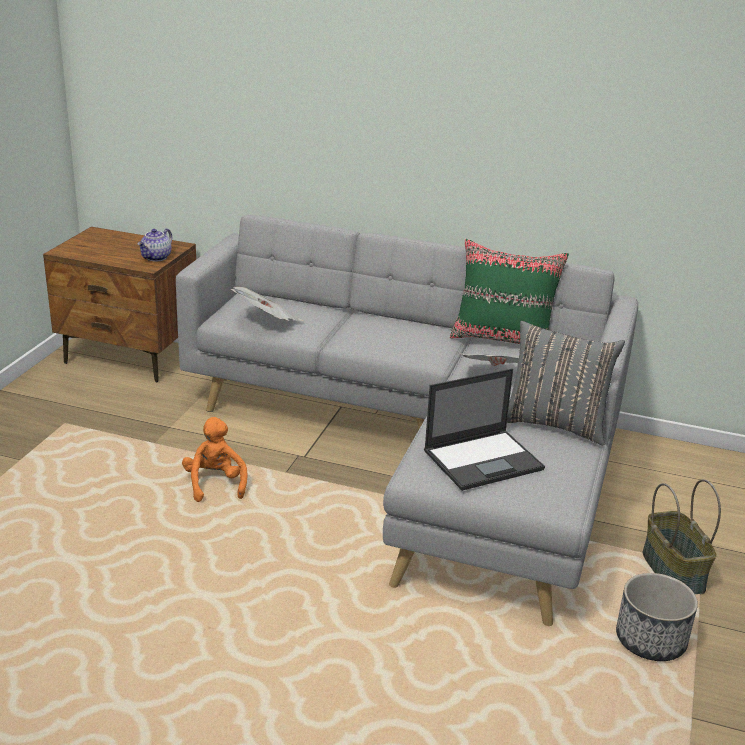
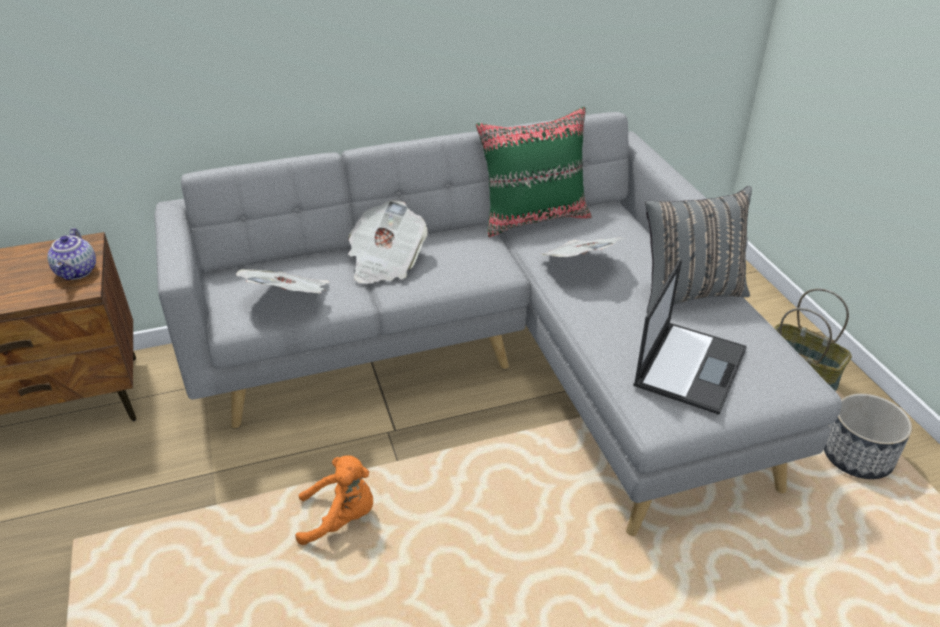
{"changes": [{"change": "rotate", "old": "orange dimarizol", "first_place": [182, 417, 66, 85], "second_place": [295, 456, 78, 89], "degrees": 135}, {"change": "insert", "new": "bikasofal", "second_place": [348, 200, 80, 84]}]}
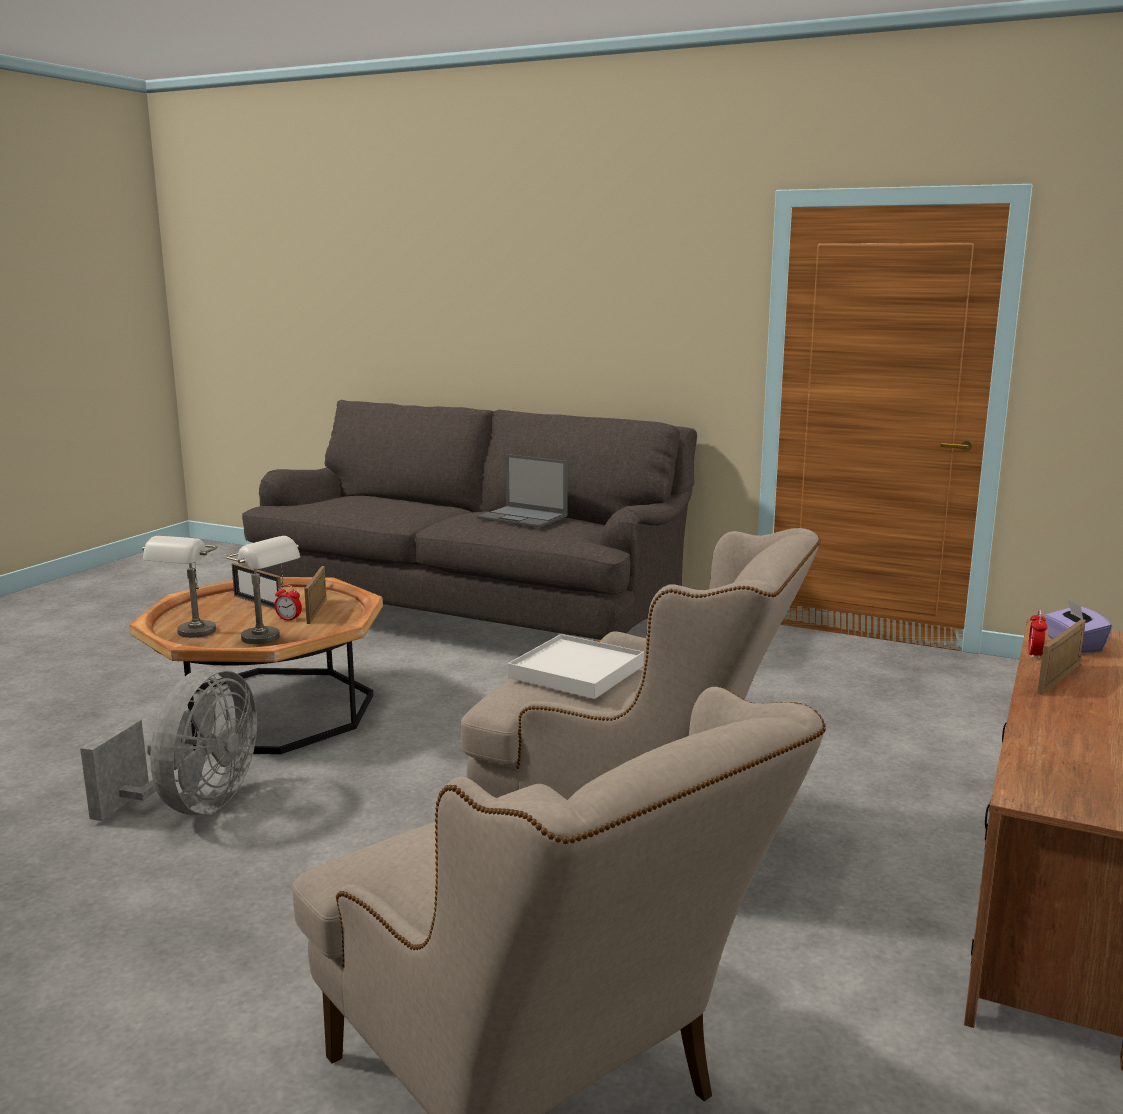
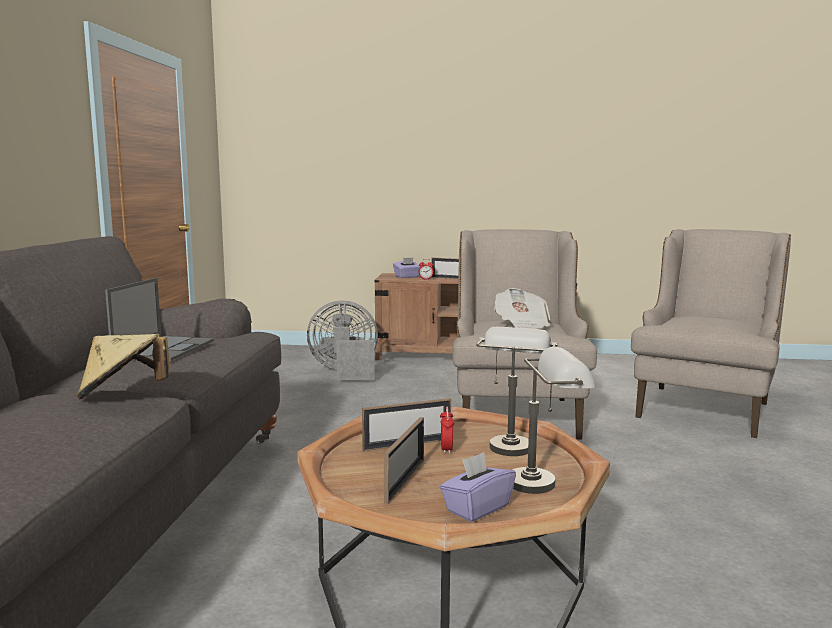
{"changes": [{"change": "replace", "old": "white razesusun", "new": "bikasofal", "first_place": [508, 634, 136, 65], "second_place": [494, 288, 56, 41]}, {"change": "move", "old": "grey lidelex", "first_place": [80, 667, 177, 154], "second_place": [307, 300, 71, 80]}, {"change": "insert", "new": "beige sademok", "second_place": [77, 334, 92, 66]}, {"change": "insert", "new": "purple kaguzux", "second_place": [440, 452, 76, 70]}]}
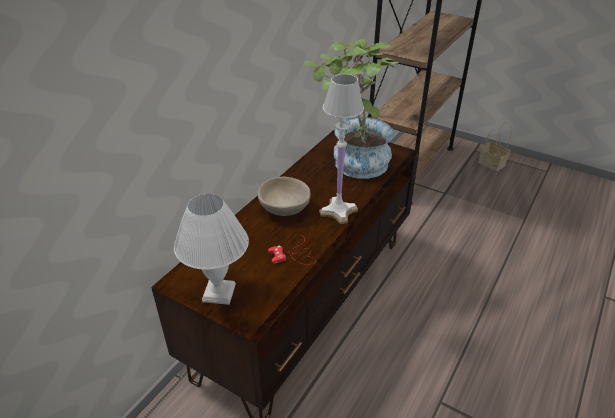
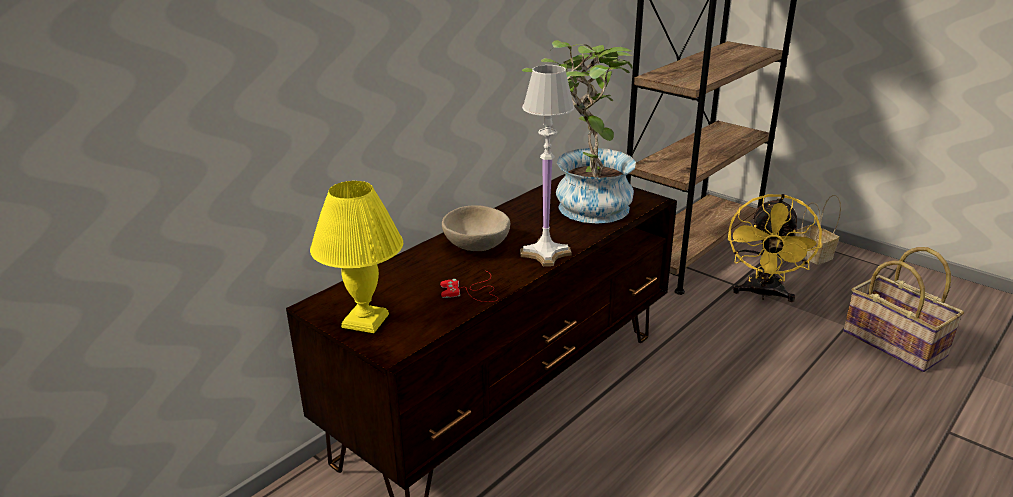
{"changes": [{"change": "recolor", "old": "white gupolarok", "new": "yellow gupolarok", "first_place": [174, 194, 75, 111], "second_place": [310, 181, 93, 152]}, {"change": "insert", "new": "yellow lidelex", "second_place": [728, 194, 94, 108]}, {"change": "insert", "new": "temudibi", "second_place": [843, 247, 121, 125]}]}
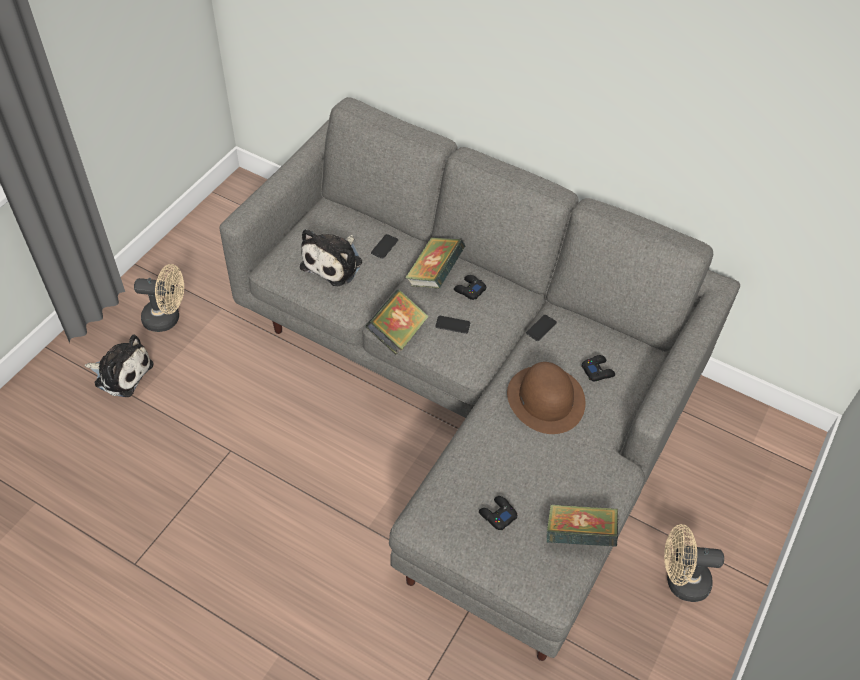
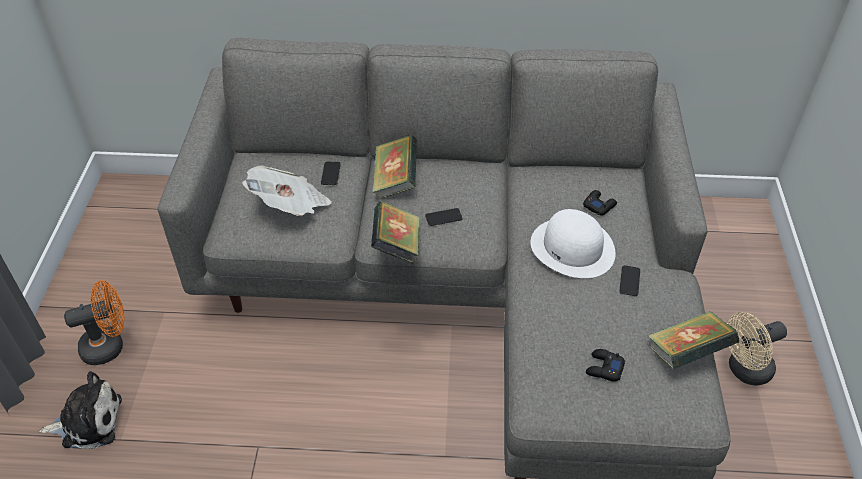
{"changes": [{"change": "replace", "old": "dimarizol", "new": "bikasofal", "first_place": [300, 229, 62, 57], "second_place": [242, 165, 90, 51]}, {"change": "recolor", "old": "beige lidelex", "new": "orange lidelex", "first_place": [134, 264, 50, 68], "second_place": [64, 280, 61, 85]}, {"change": "delete", "old": "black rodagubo", "first_place": [454, 275, 32, 25]}, {"change": "move", "old": "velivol", "first_place": [526, 315, 31, 26], "second_place": [619, 265, 21, 31]}, {"change": "recolor", "old": "brown sademok", "new": "white sademok", "first_place": [507, 362, 78, 72], "second_place": [530, 209, 86, 69]}]}
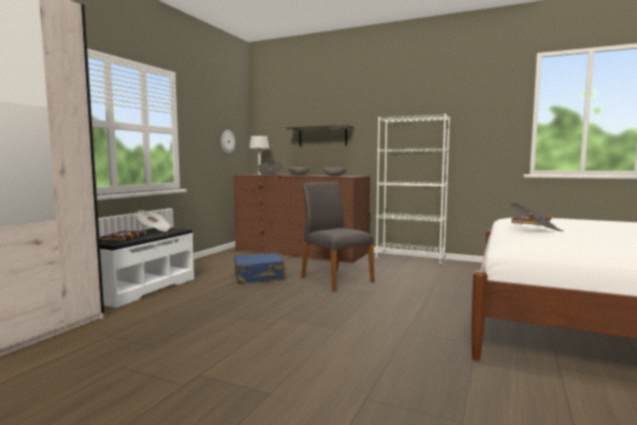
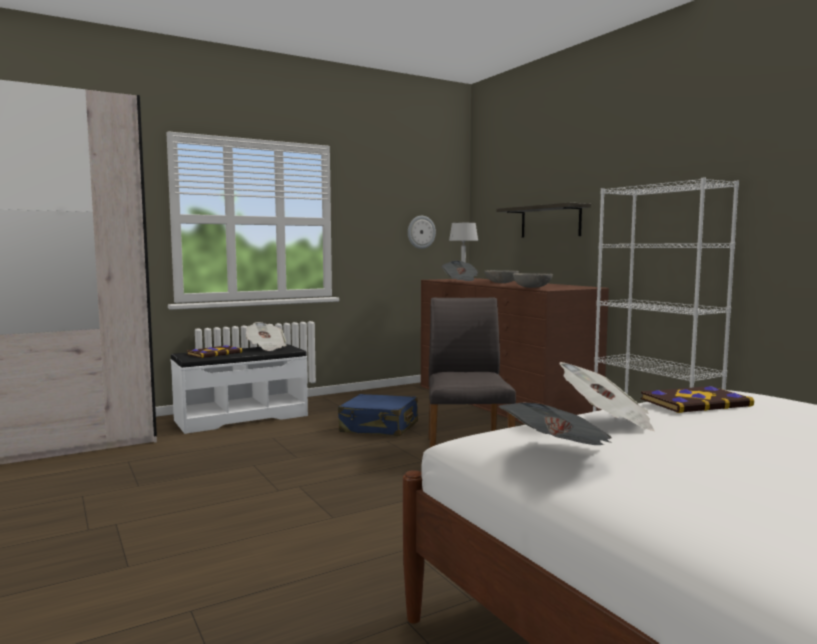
{"changes": [{"change": "insert", "new": "bikasofal", "second_place": [499, 403, 113, 42]}]}
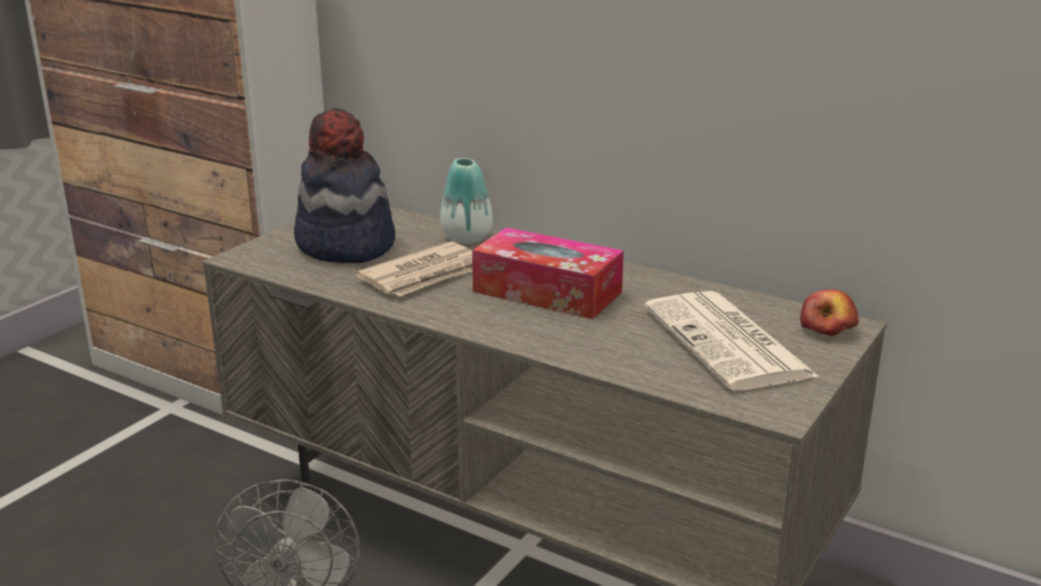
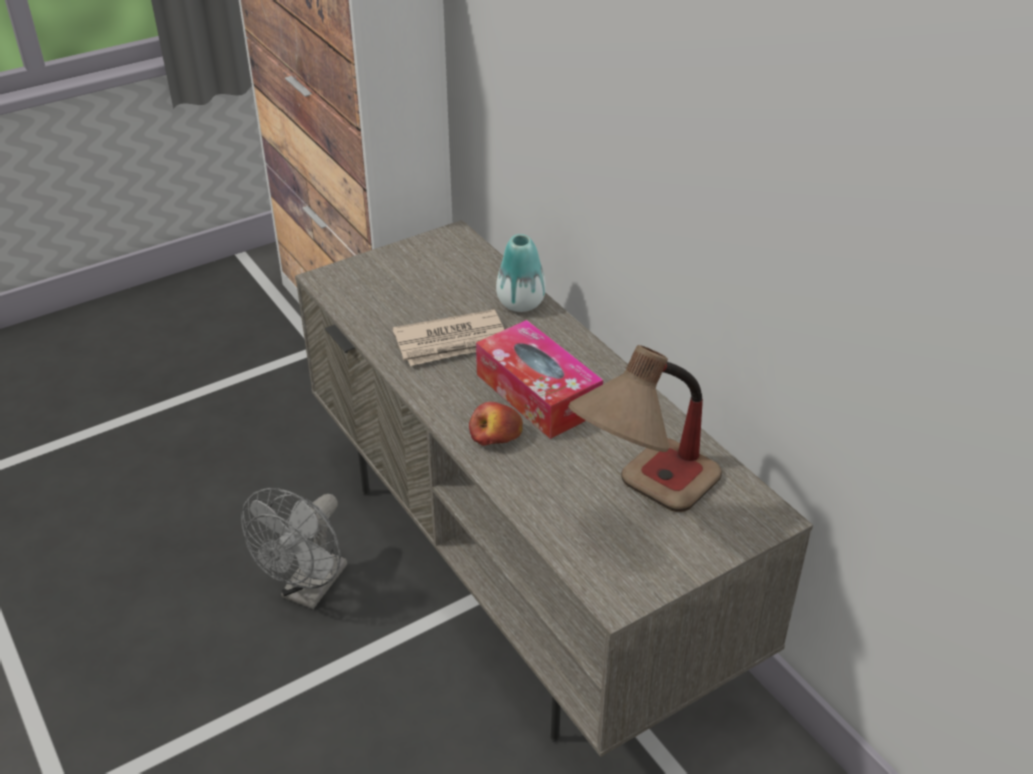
{"changes": [{"change": "delete", "old": "sademok", "first_place": [294, 108, 101, 155]}, {"change": "move", "old": "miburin", "first_place": [800, 290, 59, 46], "second_place": [469, 402, 54, 44]}, {"change": "replace", "old": "bikasofal", "new": "gupolarok", "first_place": [644, 291, 175, 100], "second_place": [568, 345, 154, 167]}]}
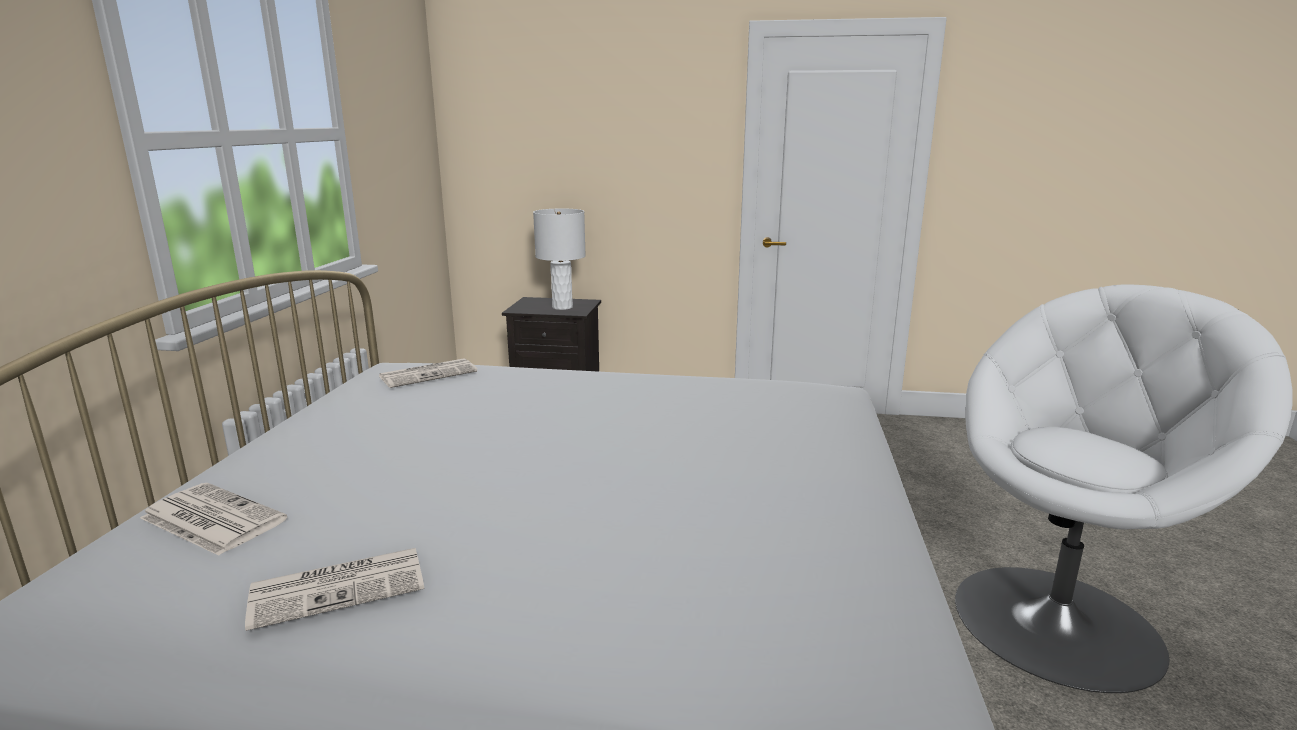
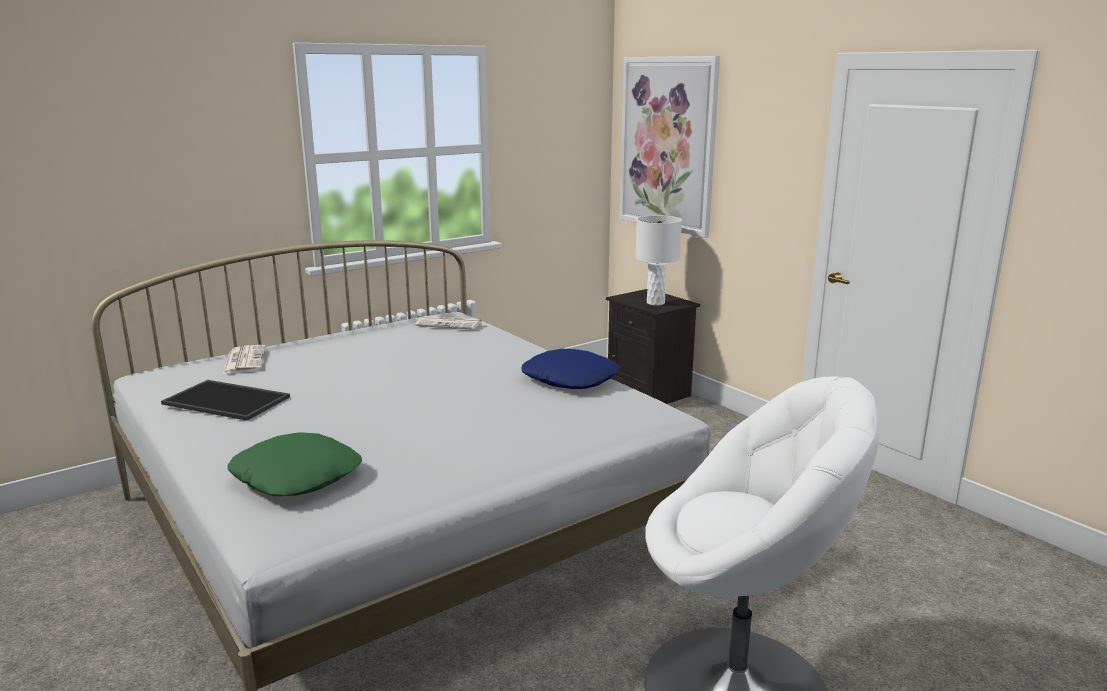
{"changes": [{"change": "replace", "old": "bikasofal", "new": "razesusun", "first_place": [245, 548, 179, 83], "second_place": [161, 380, 129, 41]}, {"change": "insert", "new": "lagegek", "second_place": [619, 56, 101, 182]}, {"change": "insert", "new": "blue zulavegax", "second_place": [521, 349, 99, 40]}, {"change": "insert", "new": "green zulavegax", "second_place": [227, 432, 135, 64]}]}
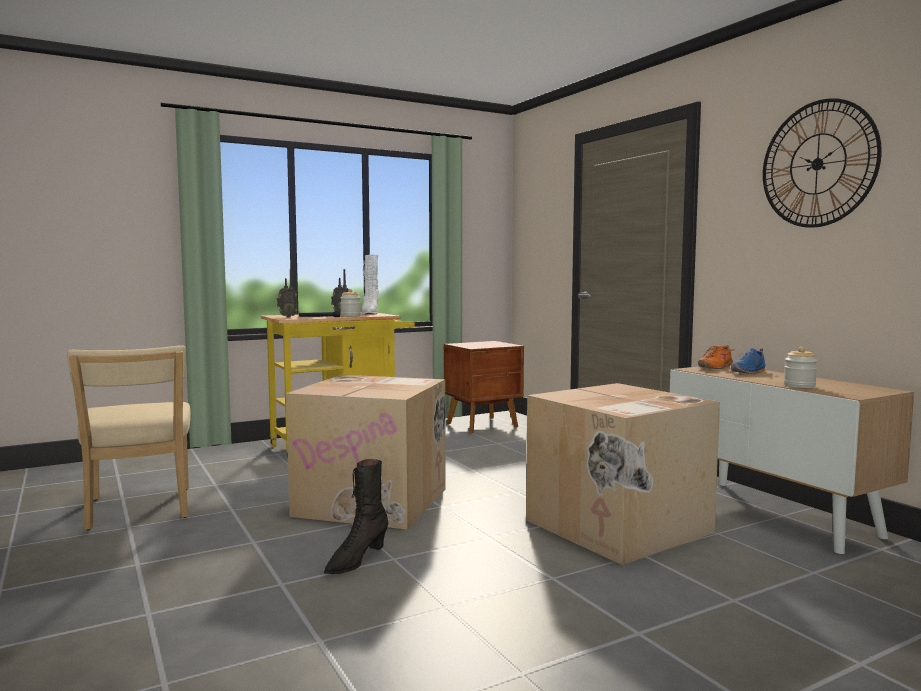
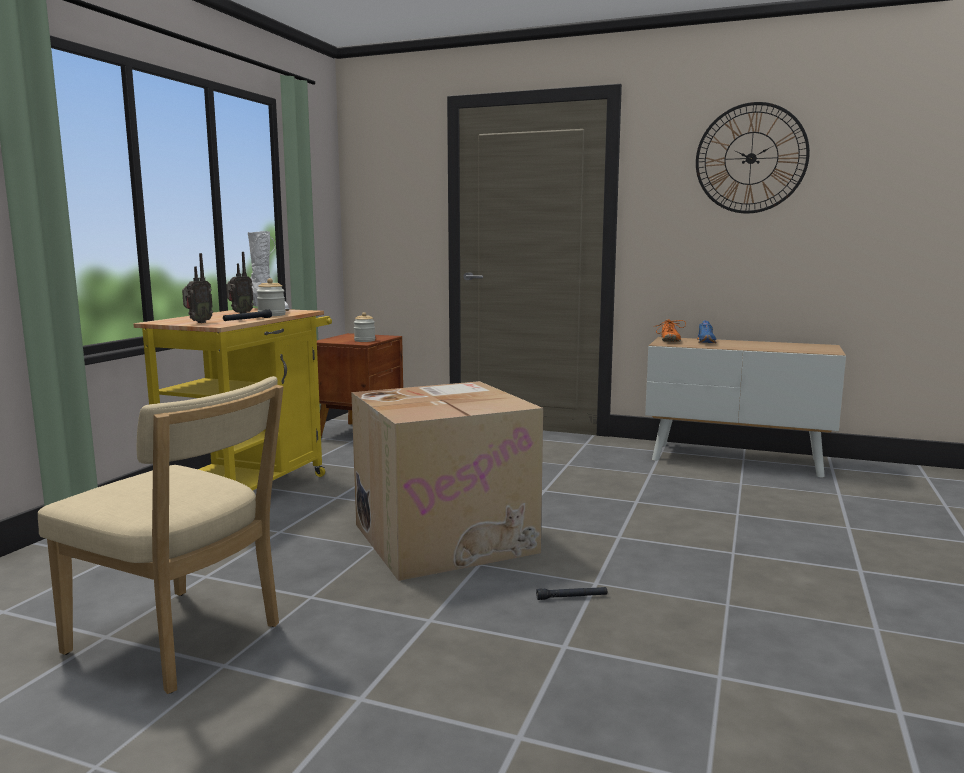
{"changes": [{"change": "move", "old": "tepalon", "first_place": [784, 347, 33, 41], "second_place": [354, 312, 21, 30]}, {"change": "delete", "old": "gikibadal", "first_place": [526, 383, 194, 182]}, {"change": "replace", "old": "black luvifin", "new": "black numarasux", "first_place": [324, 459, 64, 115], "second_place": [536, 587, 71, 13]}]}
